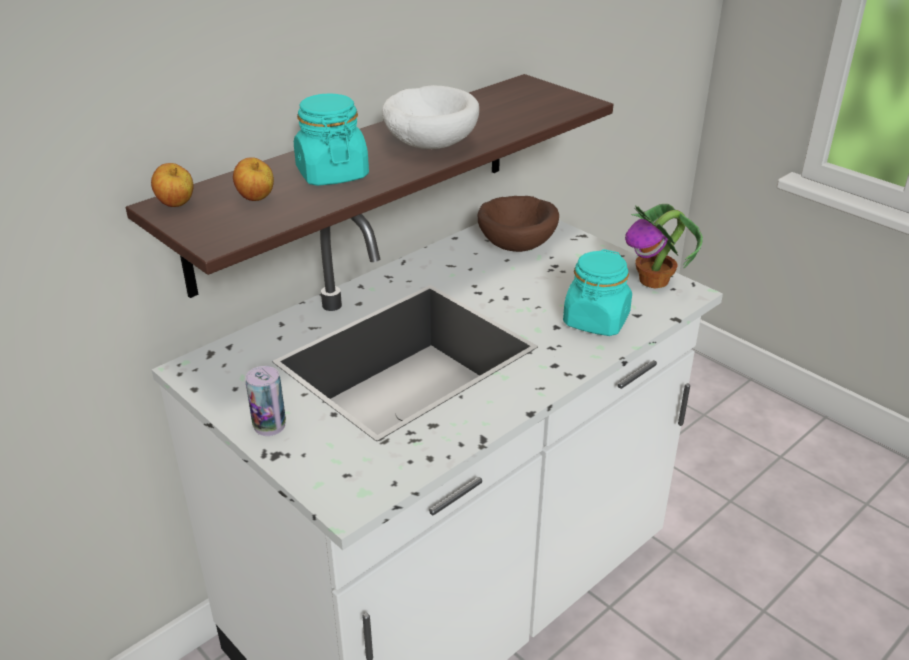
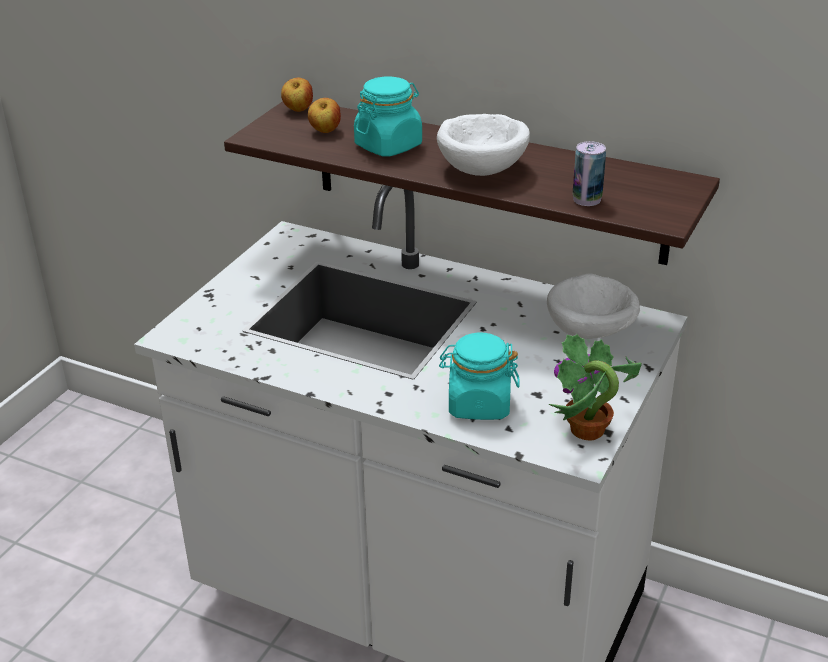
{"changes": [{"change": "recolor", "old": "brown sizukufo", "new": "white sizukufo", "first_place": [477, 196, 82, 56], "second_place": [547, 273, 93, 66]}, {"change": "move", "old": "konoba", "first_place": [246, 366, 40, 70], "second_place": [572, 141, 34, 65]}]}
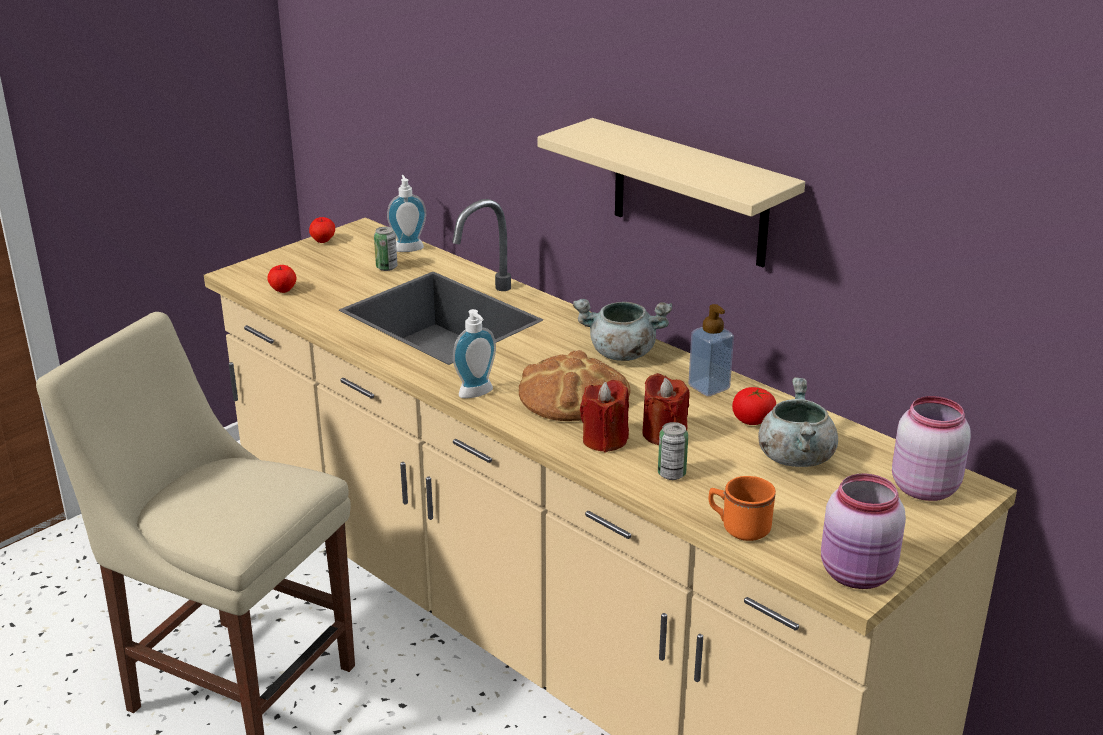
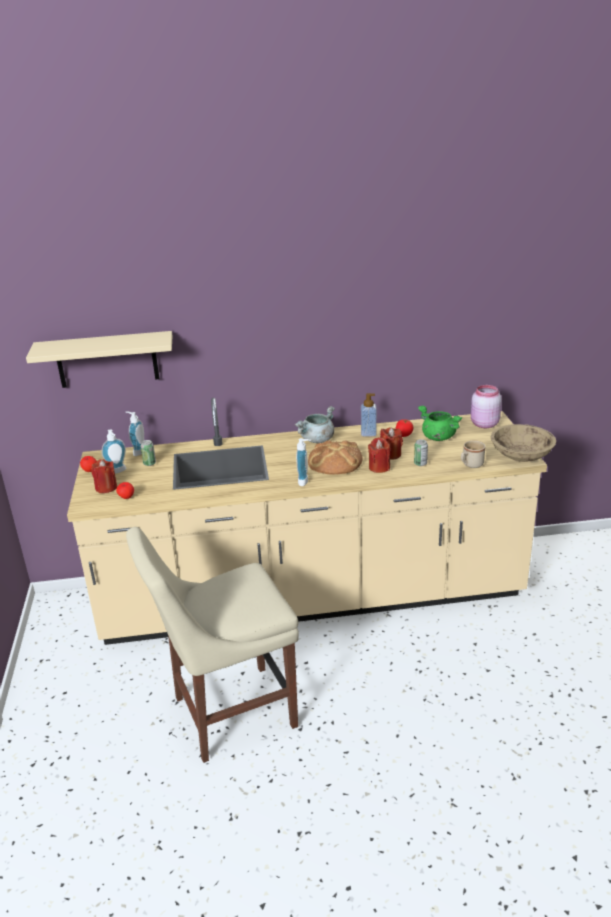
{"changes": [{"change": "move", "old": "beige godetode", "first_place": [538, 118, 267, 149], "second_place": [26, 331, 146, 57]}, {"change": "recolor", "old": "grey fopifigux", "new": "green fopifigux", "first_place": [758, 377, 80, 90], "second_place": [418, 405, 44, 36]}, {"change": "replace", "old": "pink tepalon", "new": "beige sizukufo", "first_place": [821, 473, 85, 116], "second_place": [491, 424, 65, 38]}, {"change": "recolor", "old": "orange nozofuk", "new": "beige nozofuk", "first_place": [708, 476, 68, 65], "second_place": [461, 441, 25, 27]}, {"change": "insert", "new": "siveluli", "second_place": [102, 429, 24, 45]}, {"change": "insert", "new": "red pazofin", "second_place": [91, 459, 26, 34]}]}
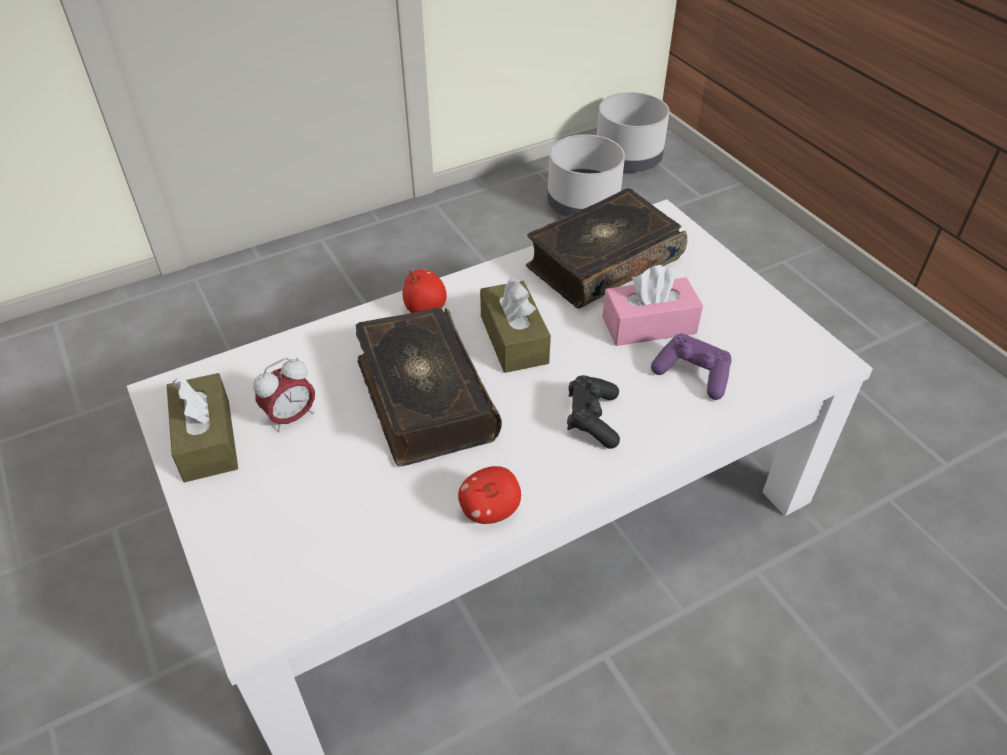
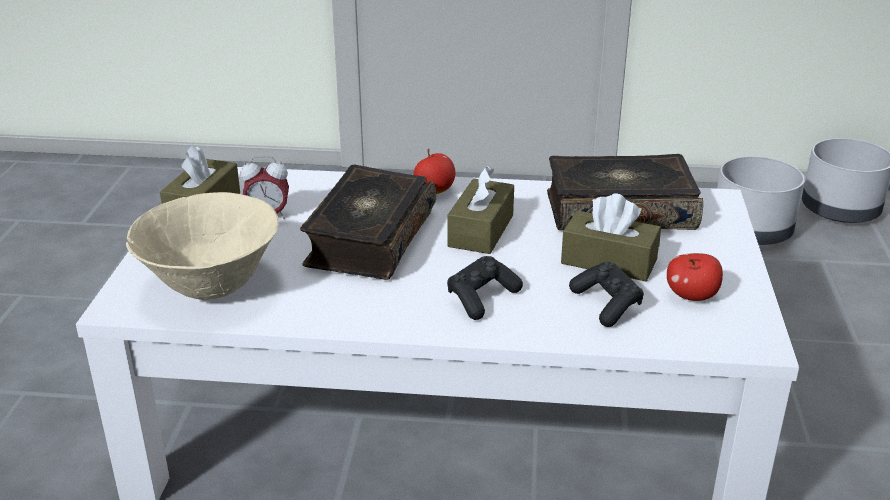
{"changes": [{"change": "recolor", "old": "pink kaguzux", "new": "brown kaguzux", "first_place": [602, 265, 101, 81], "second_place": [561, 193, 100, 88]}, {"change": "recolor", "old": "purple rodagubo", "new": "black rodagubo", "first_place": [651, 334, 81, 66], "second_place": [569, 262, 75, 65]}, {"change": "move", "old": "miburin", "first_place": [458, 466, 63, 58], "second_place": [667, 253, 56, 48]}, {"change": "insert", "new": "beige sizukufo", "second_place": [126, 192, 153, 108]}]}
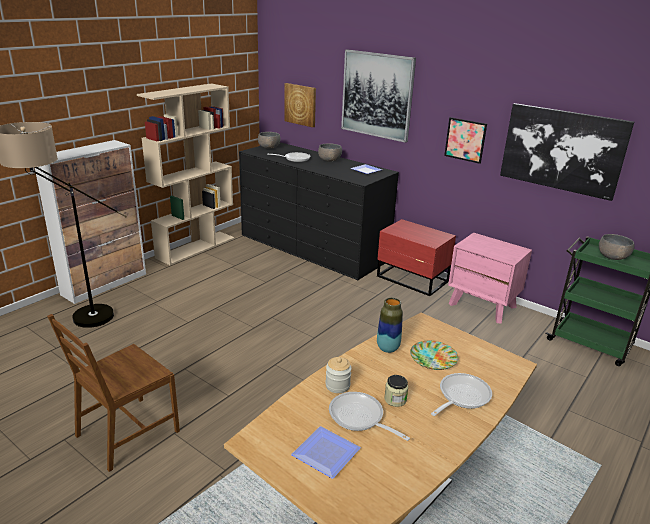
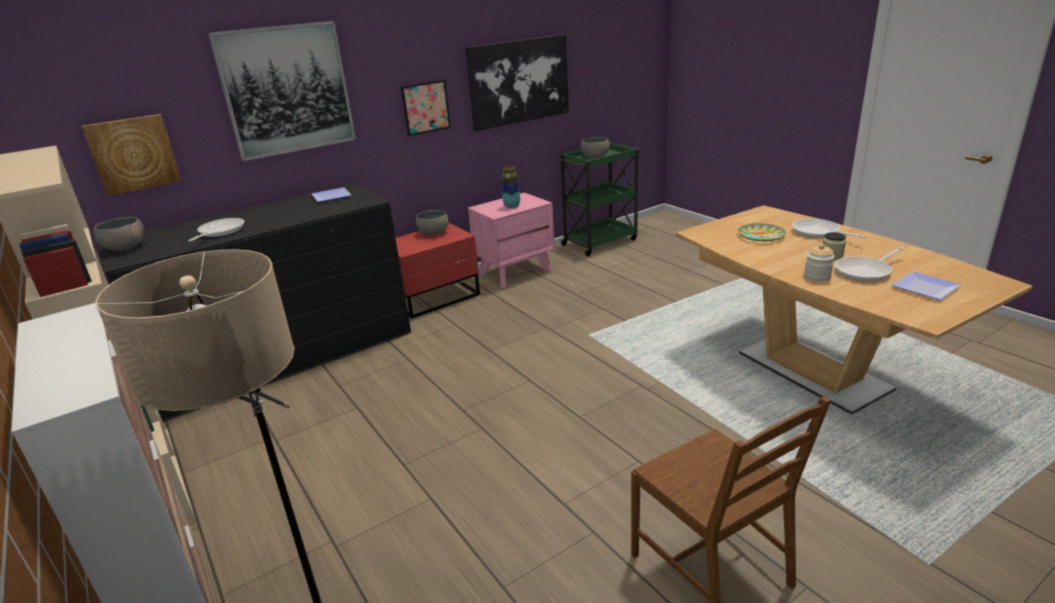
{"changes": [{"change": "move", "old": "grey sizukufo", "first_place": [318, 143, 24, 19], "second_place": [416, 210, 32, 25]}, {"change": "move", "old": "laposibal", "first_place": [377, 298, 26, 55], "second_place": [502, 166, 18, 42]}]}
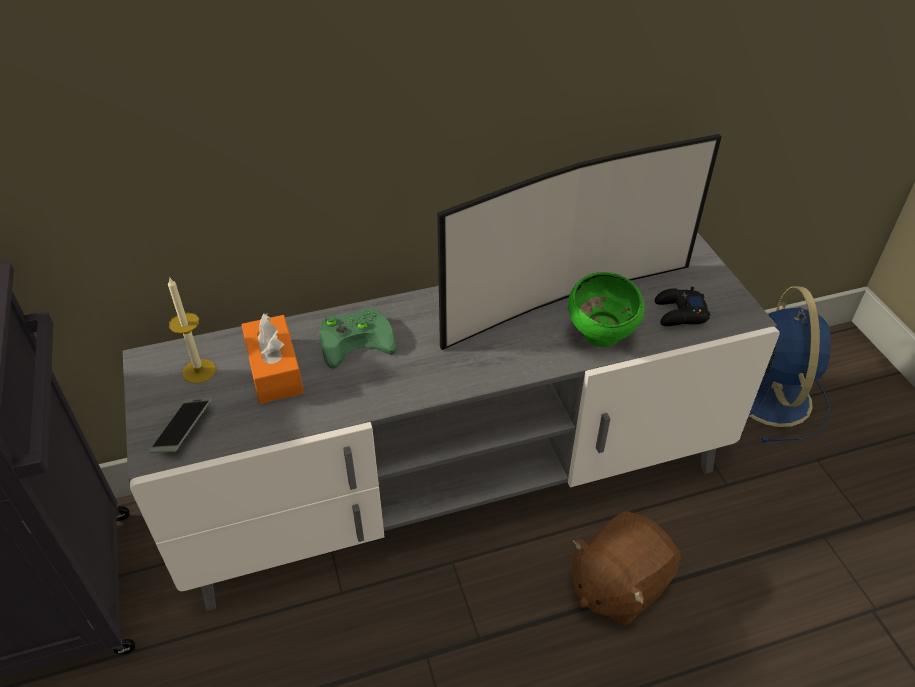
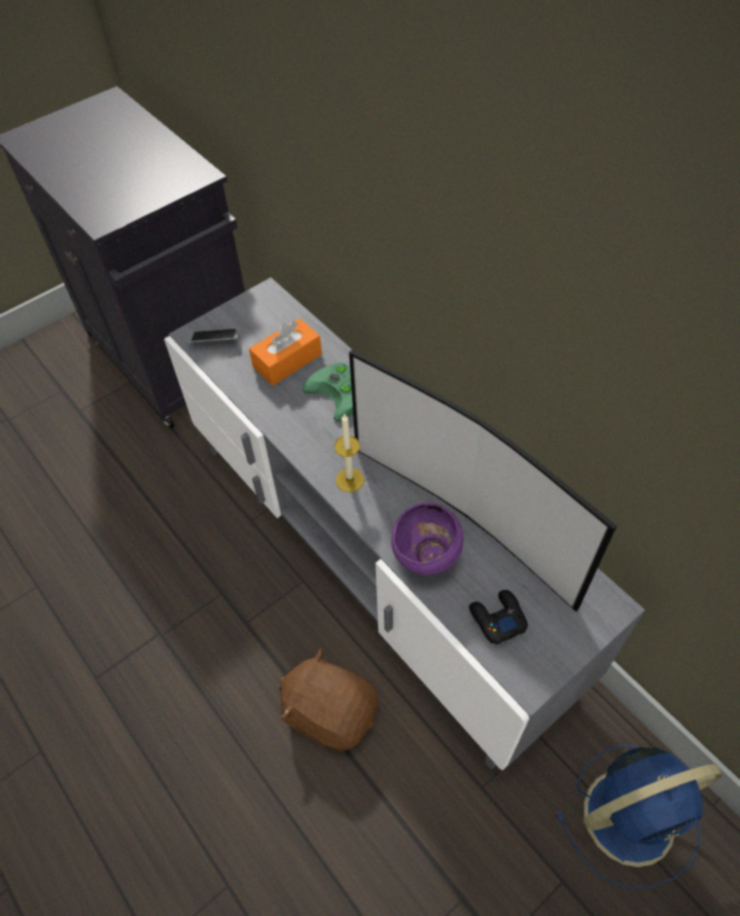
{"changes": [{"change": "recolor", "old": "green sizukufo", "new": "purple sizukufo", "first_place": [568, 272, 77, 75], "second_place": [391, 502, 73, 73]}, {"change": "move", "old": "pazofin", "first_place": [168, 278, 48, 106], "second_place": [334, 413, 30, 79]}]}
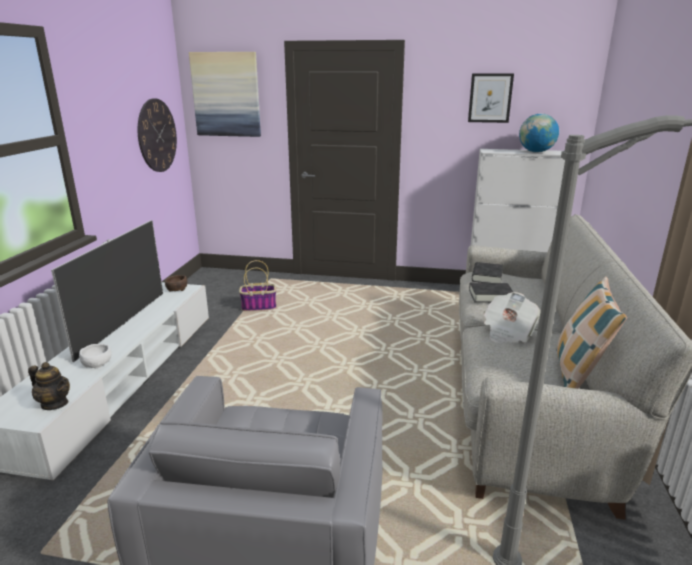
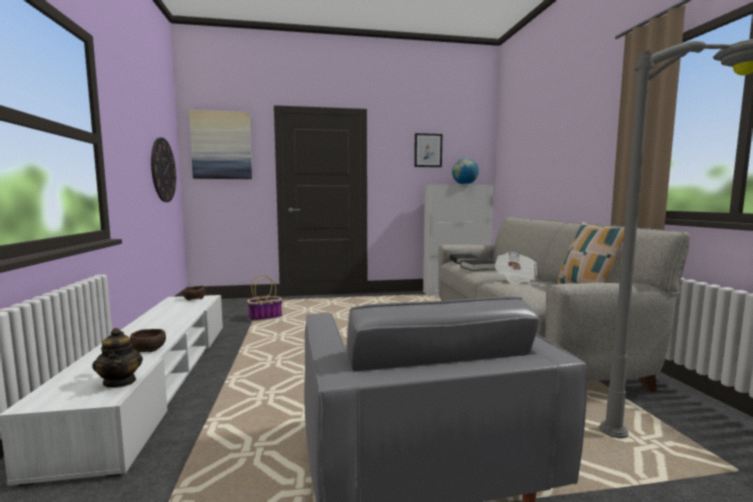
{"changes": [{"change": "delete", "old": "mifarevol", "first_place": [51, 220, 112, 142]}, {"change": "recolor", "old": "white sizukufo", "new": "brown sizukufo", "first_place": [79, 344, 33, 24], "second_place": [130, 329, 36, 24]}, {"change": "rotate", "old": "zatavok", "first_place": [28, 362, 42, 48], "second_place": [92, 328, 51, 60], "degrees": 60}]}
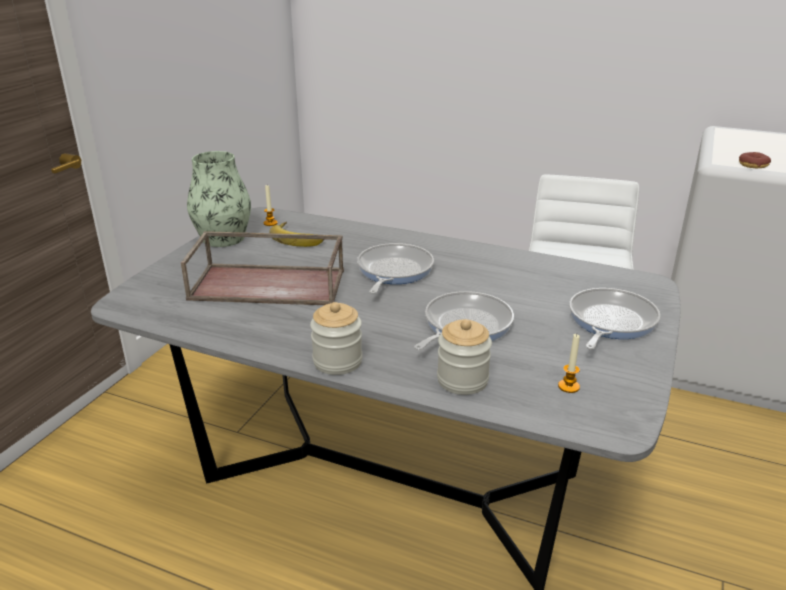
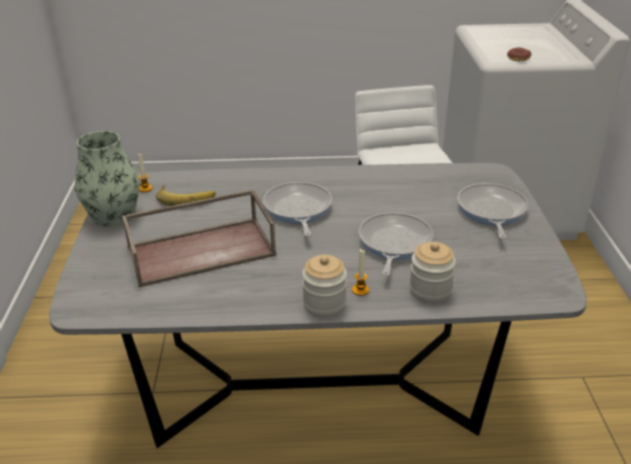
{"changes": [{"change": "move", "old": "pazofin", "first_place": [558, 334, 22, 59], "second_place": [352, 249, 17, 47]}]}
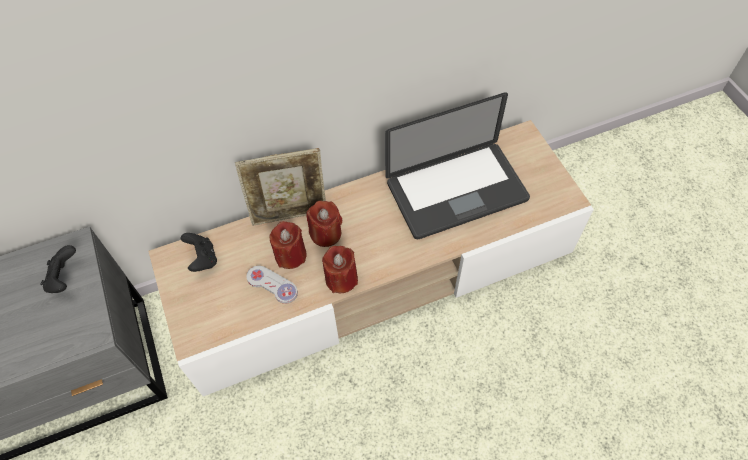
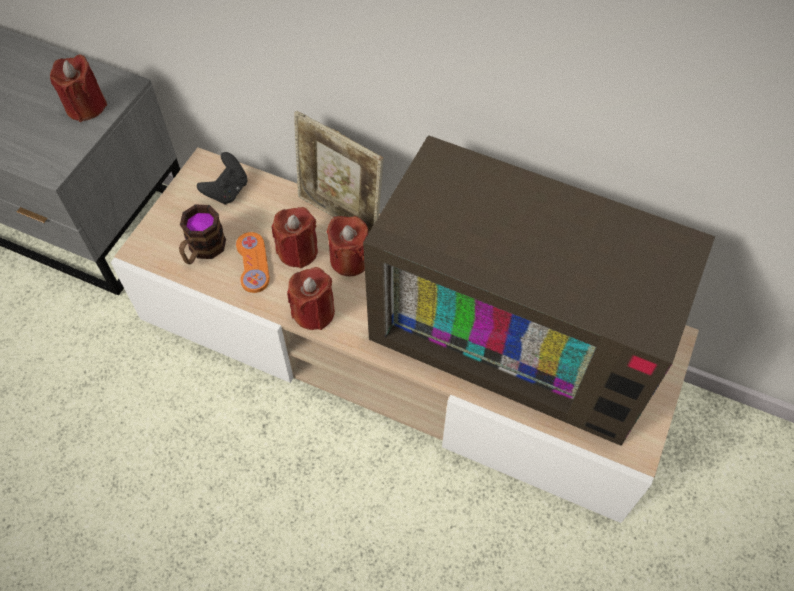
{"changes": [{"change": "replace", "old": "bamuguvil", "new": "mifarevol", "first_place": [385, 92, 145, 147], "second_place": [363, 135, 352, 311]}, {"change": "replace", "old": "black rodagubo", "new": "red pazofin", "first_place": [40, 245, 36, 48], "second_place": [50, 55, 57, 67]}, {"change": "recolor", "old": "white rodagubo", "new": "orange rodagubo", "first_place": [246, 266, 52, 38], "second_place": [236, 232, 34, 61]}, {"change": "insert", "new": "nozofuk", "second_place": [179, 205, 47, 60]}]}
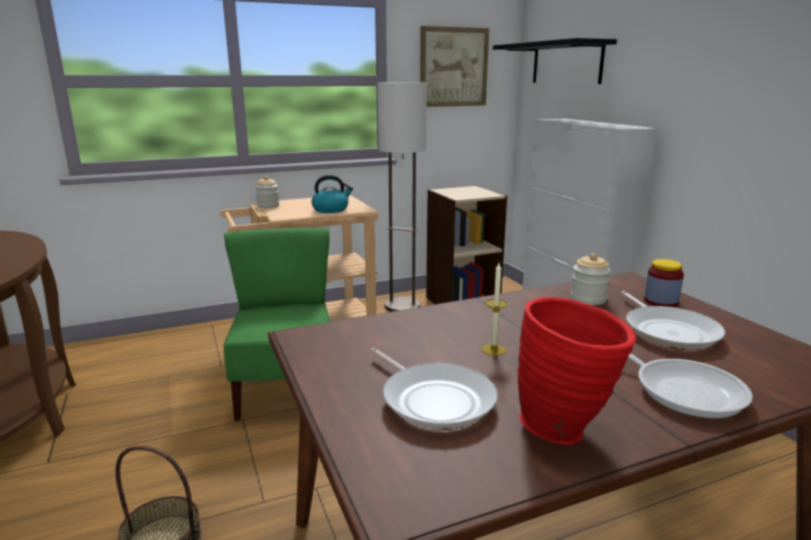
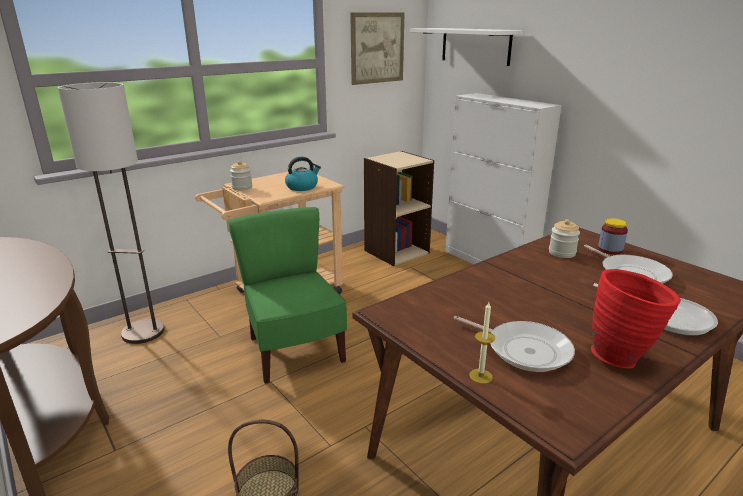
{"changes": [{"change": "recolor", "old": "black godetode", "new": "white godetode", "first_place": [493, 38, 124, 46], "second_place": [410, 28, 114, 38]}, {"change": "move", "old": "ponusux", "first_place": [377, 82, 50, 230], "second_place": [58, 82, 107, 262]}, {"change": "move", "old": "pazofin", "first_place": [481, 263, 27, 93], "second_place": [469, 302, 26, 82]}]}
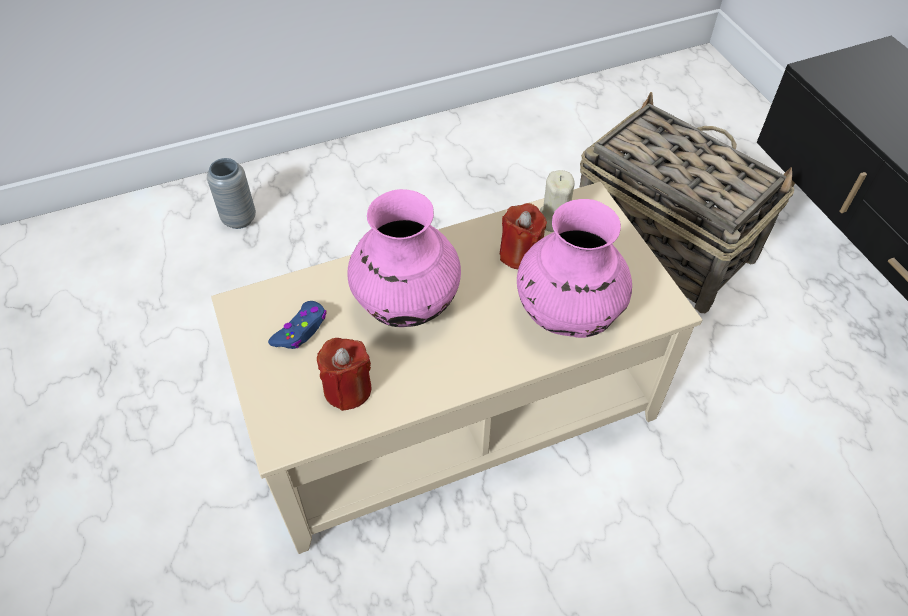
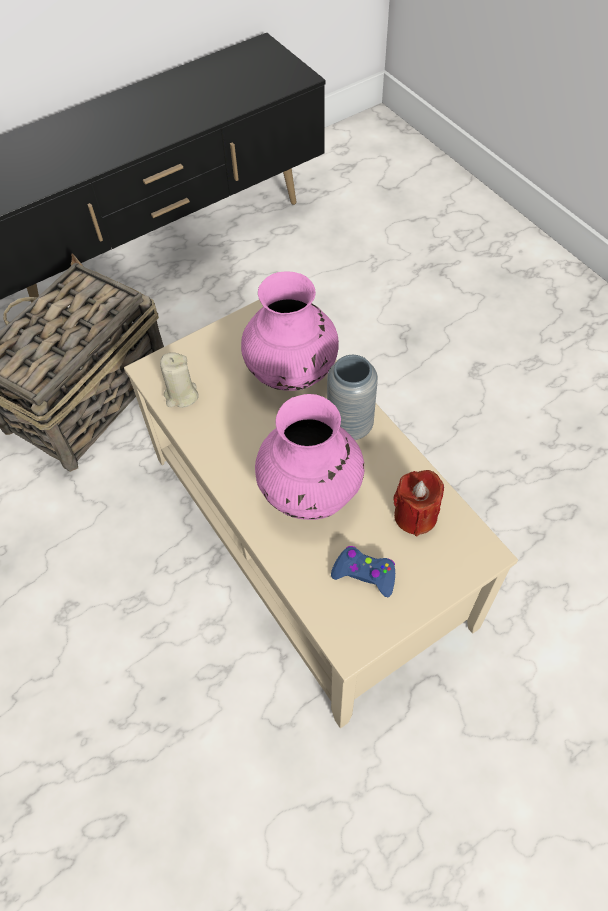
{"changes": [{"change": "move", "old": "grey laposibal", "first_place": [207, 158, 49, 71], "second_place": [327, 355, 51, 85]}, {"change": "delete", "old": "red pazofin", "first_place": [500, 203, 47, 66]}]}
